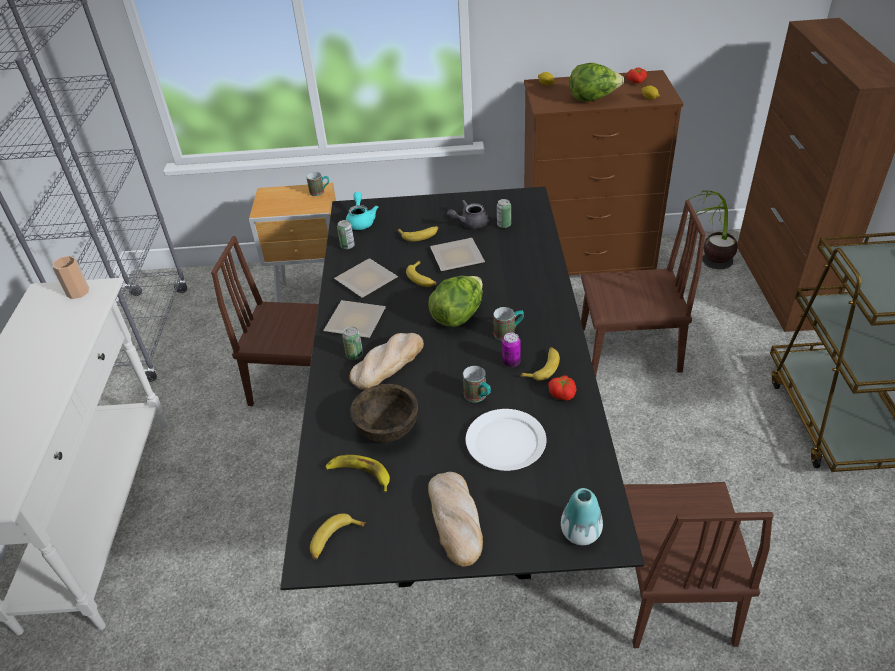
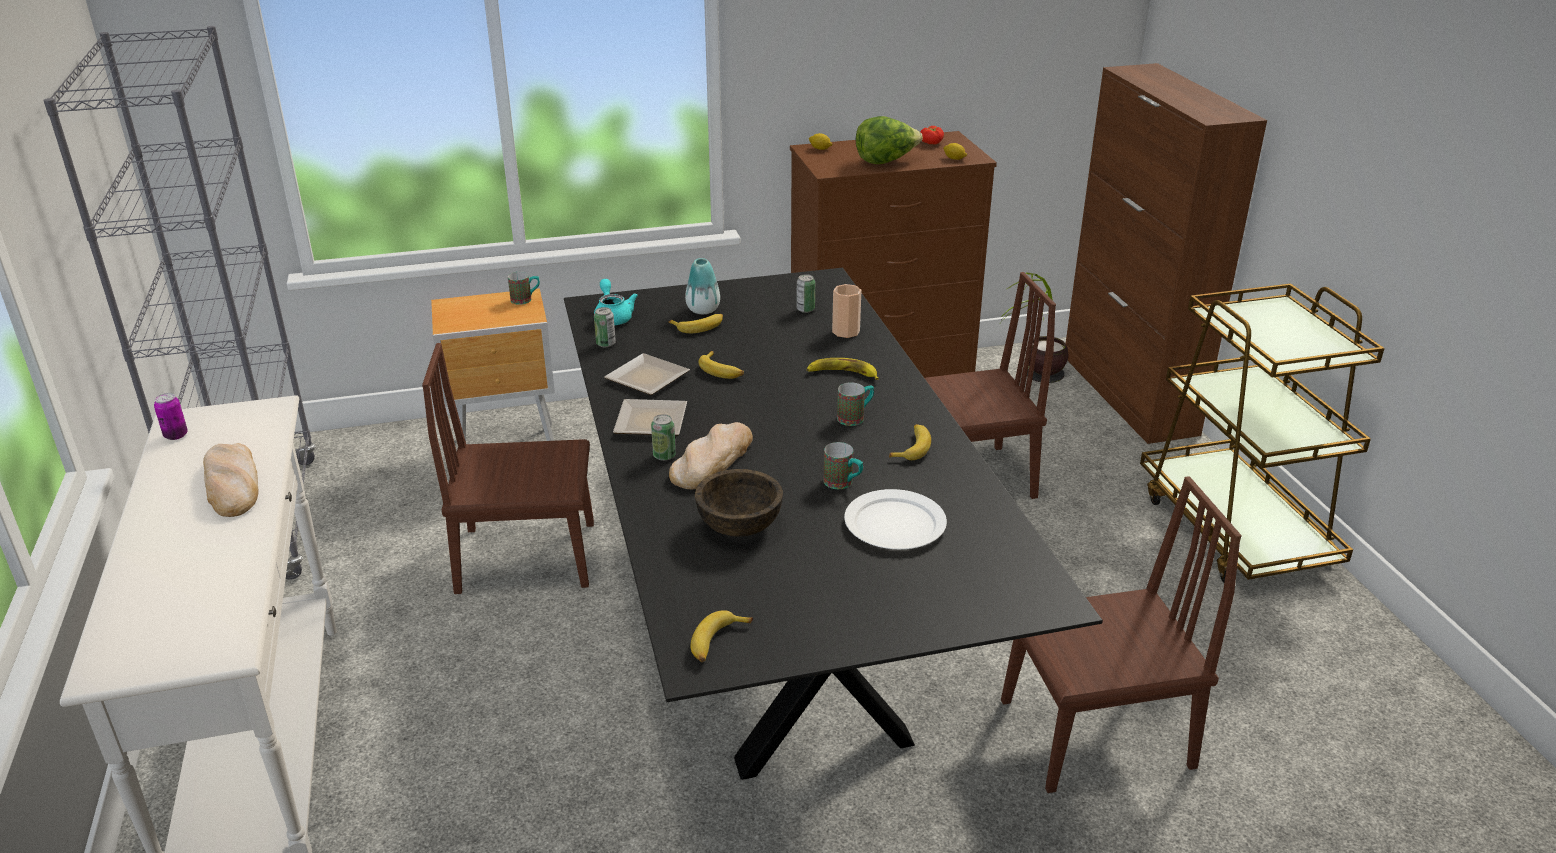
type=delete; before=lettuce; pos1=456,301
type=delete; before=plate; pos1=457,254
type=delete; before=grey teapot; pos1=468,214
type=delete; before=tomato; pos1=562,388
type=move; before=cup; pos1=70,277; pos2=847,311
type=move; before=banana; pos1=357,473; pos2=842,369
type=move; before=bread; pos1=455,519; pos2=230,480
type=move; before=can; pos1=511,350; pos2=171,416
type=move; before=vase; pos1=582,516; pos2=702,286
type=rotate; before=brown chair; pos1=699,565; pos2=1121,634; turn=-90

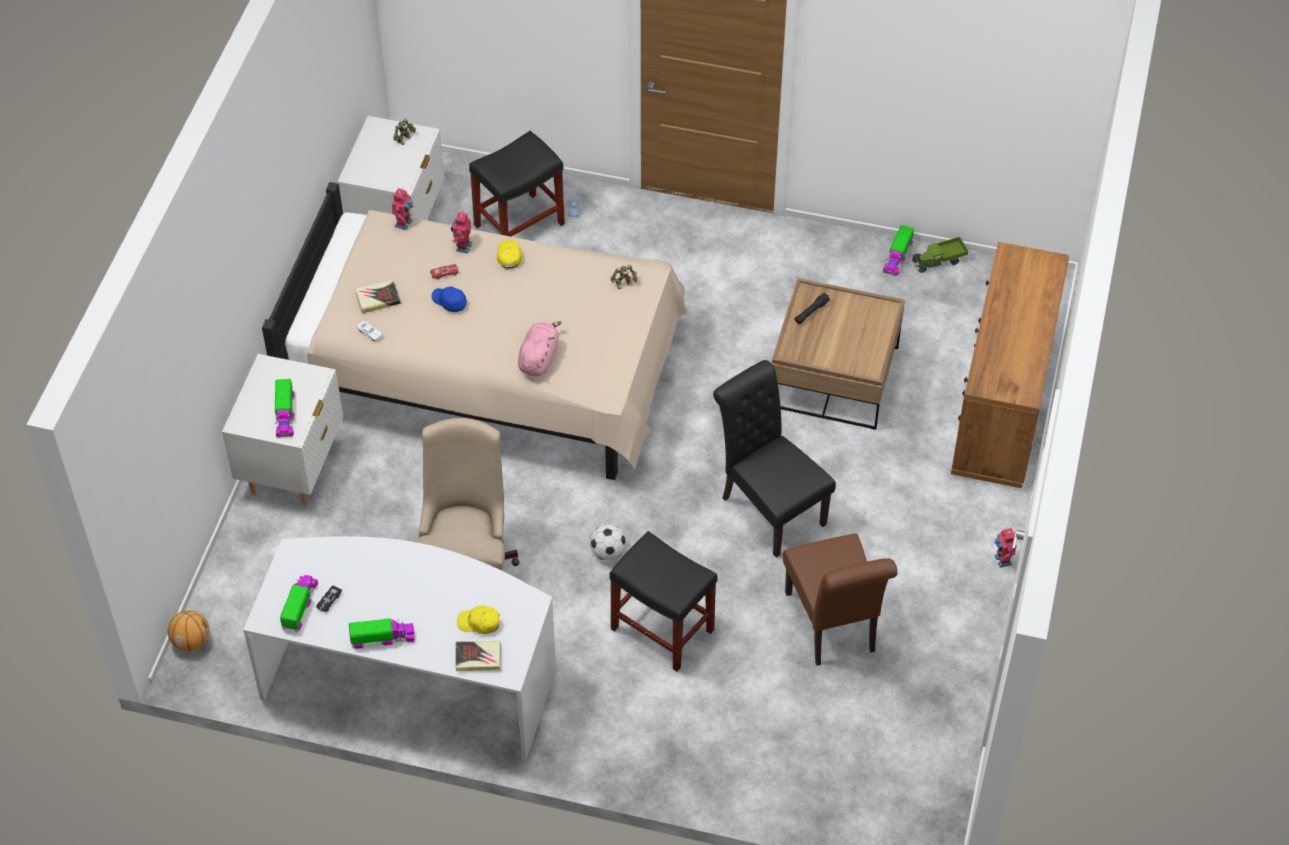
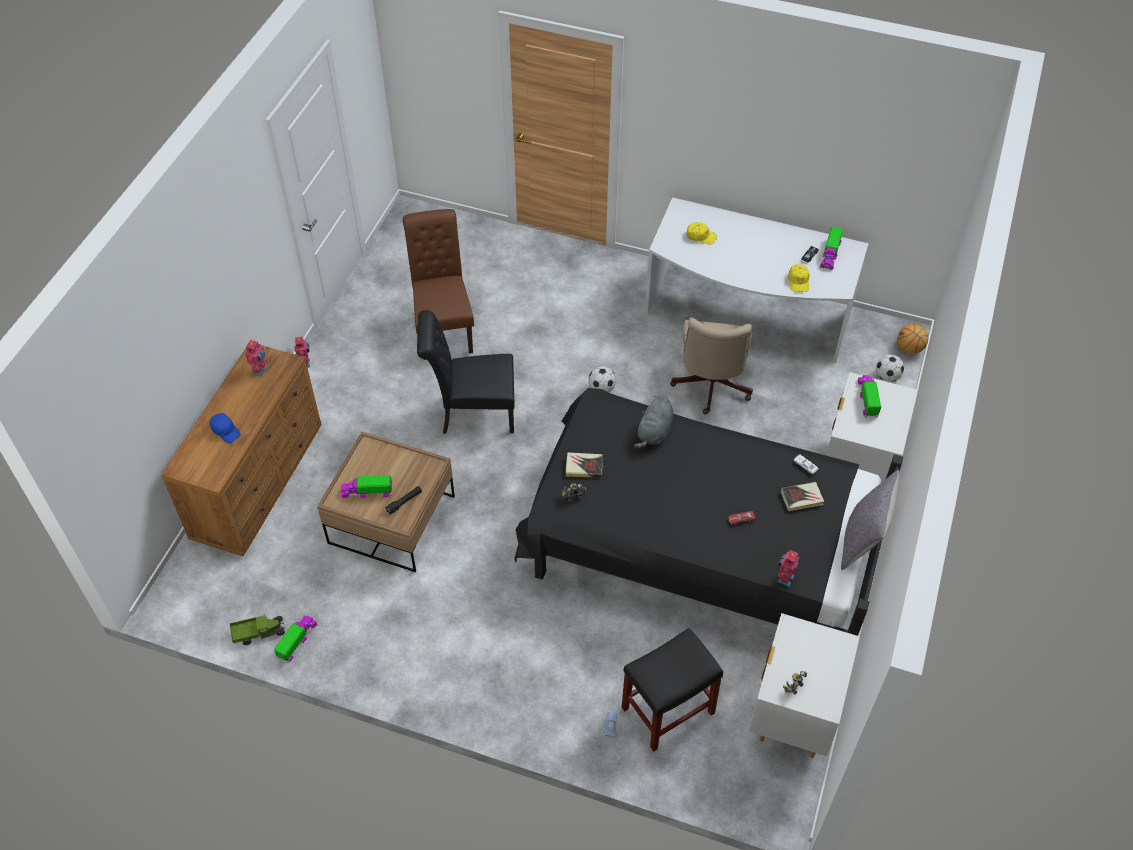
type=delete; before=black stool; pos1=663,601
type=insert; after=grey pillow; pos2=870,520
type=insert; after=football; pos2=890,368
type=move; before=toy truck; pos1=382,633; pos2=366,486
type=move; before=blue cap; pos1=449,299; pos2=225,428
type=move; before=toy robot; pos1=461,232; pos2=256,358
type=move; before=book; pos1=478,656; pos2=584,465
type=move; before=yellow cap; pos1=510,254; pos2=798,278
type=recolor; before=beige bed; after=black bed; pos1=475,331; pos2=708,512
type=recolor; before=pink plush toy; after=grey plush toy; pos1=540,348; pos2=653,421
type=rotate; before=black chair; pos1=774,459; pos2=466,372; turn=120

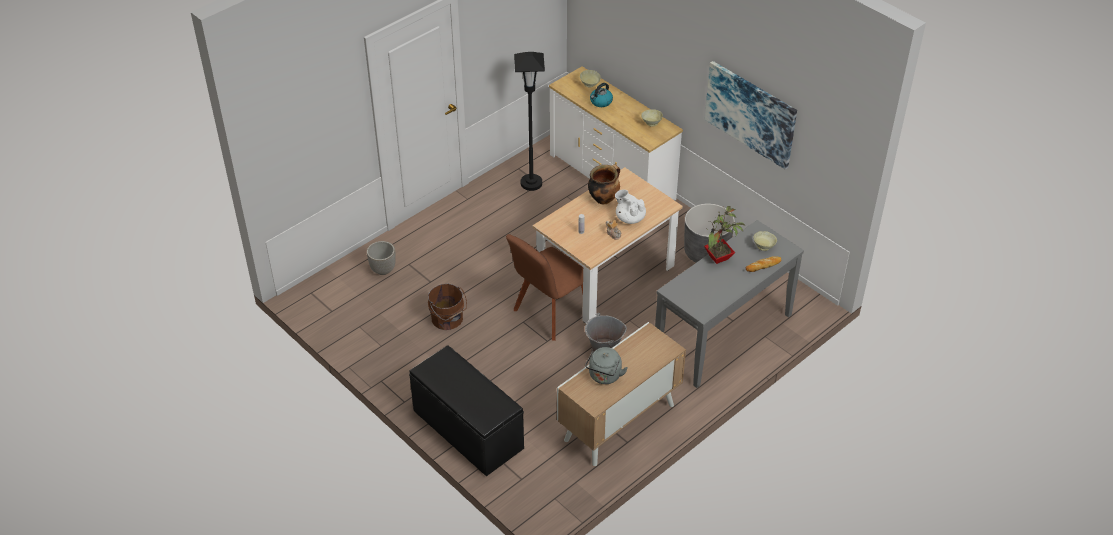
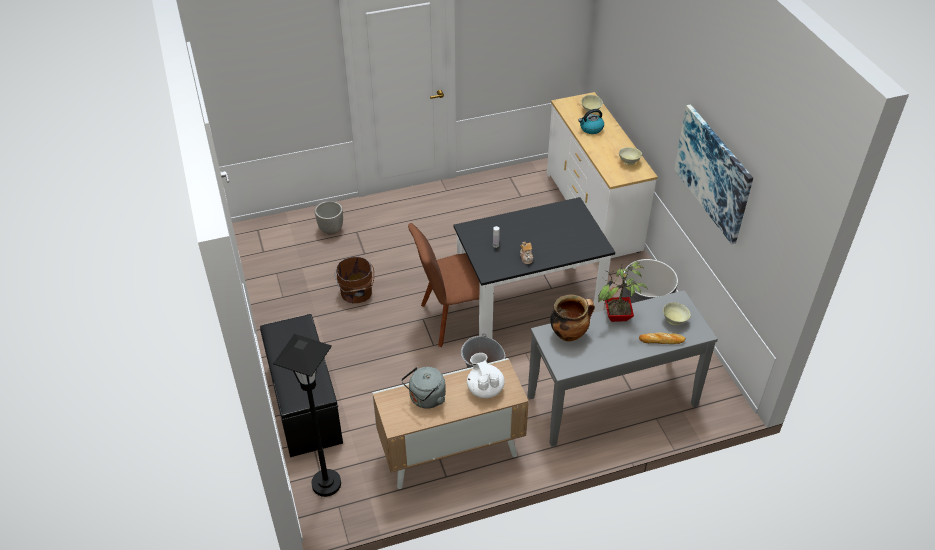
type=move; before=black floor lamp; pos1=529,121; pos2=307,415
type=move; before=cooking pot; pos1=604,184; pos2=572,318
type=move; before=white teapot; pos1=630,207; pos2=486,375
type=recolor; before=beige dining table; after=black dining table; pos1=608,245; pos2=534,268

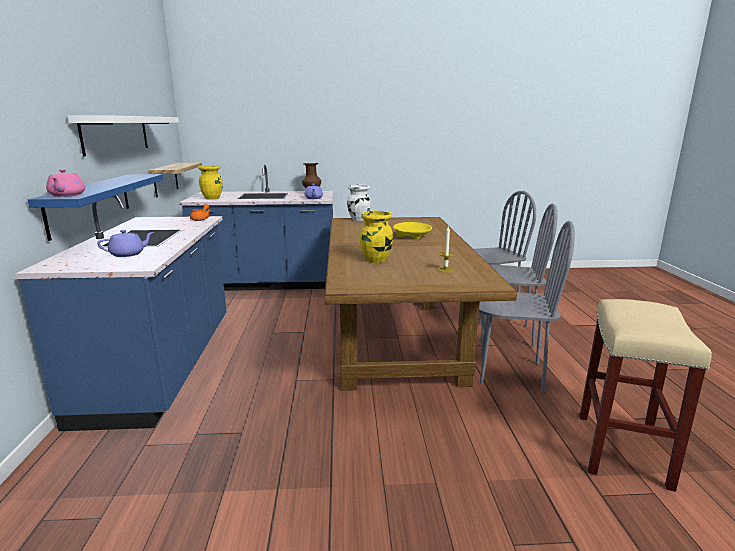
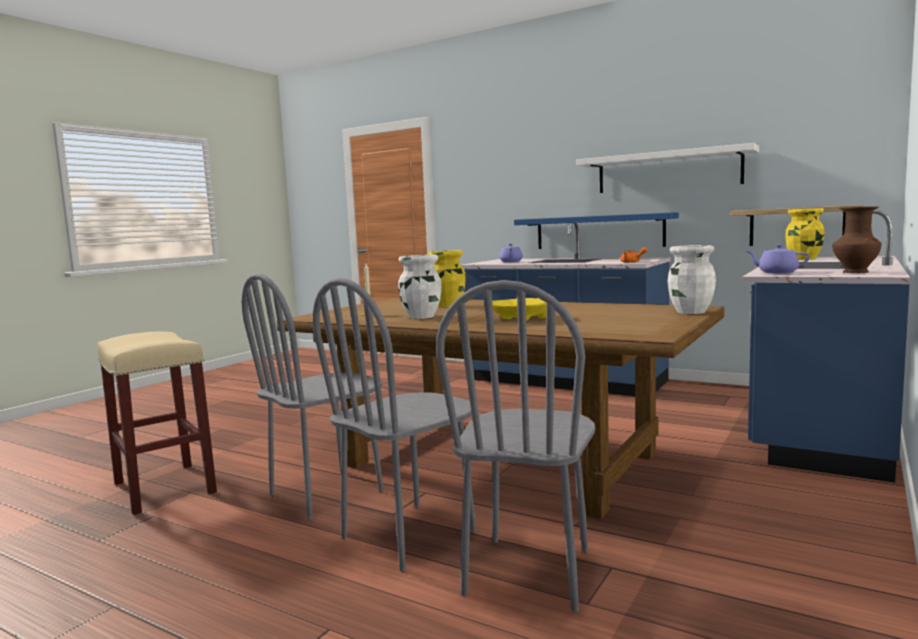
type=delete; before=pink teapot; pos1=65,183
type=insert; after=white vase; pos2=419,287

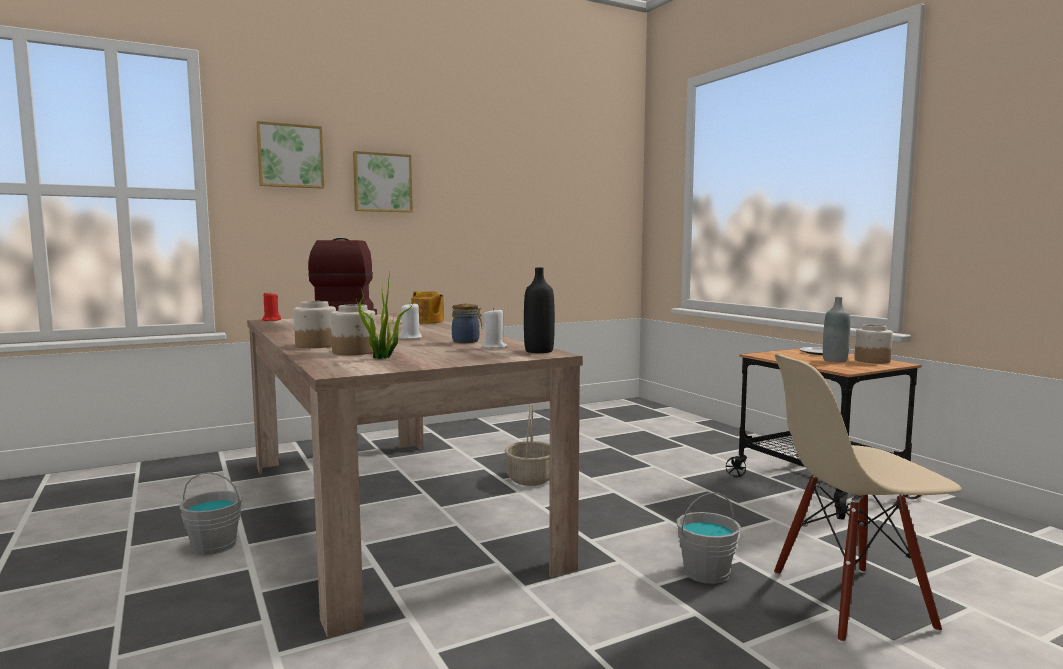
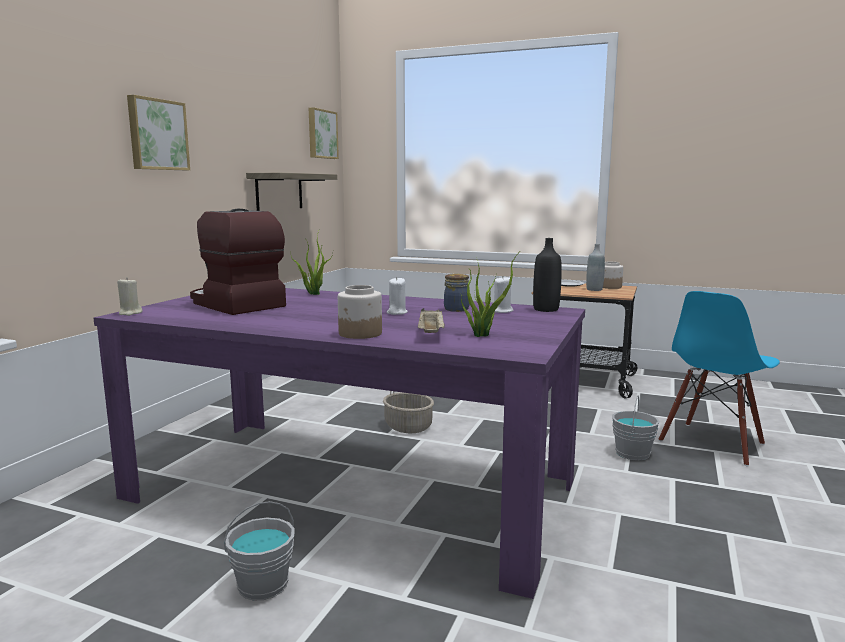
type=insert; after=shelf; pos2=291,192
type=move; before=picture; pos1=290,155; pos2=324,133
type=replace; before=jar; after=beige tray; pos1=353,329; pos2=431,320
type=replace; before=teapot; after=potted plant; pos1=427,307; pos2=312,263
type=recolor; before=beige dining table; after=purple dining table; pos1=415,475; pos2=339,443
type=recolor; before=red candle; after=beige candle; pos1=271,306; pos2=129,296
type=recolor; before=beige chair; after=blue chair; pos1=867,498; pos2=719,378

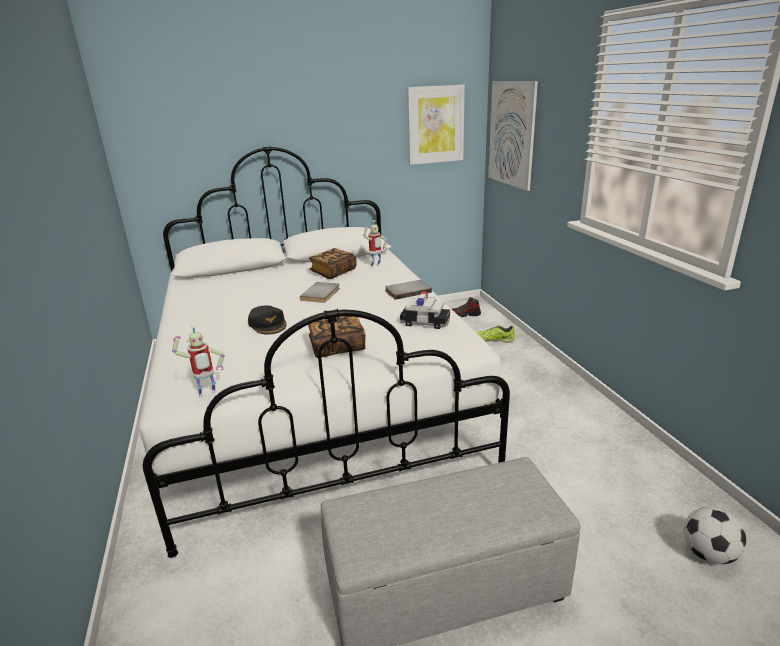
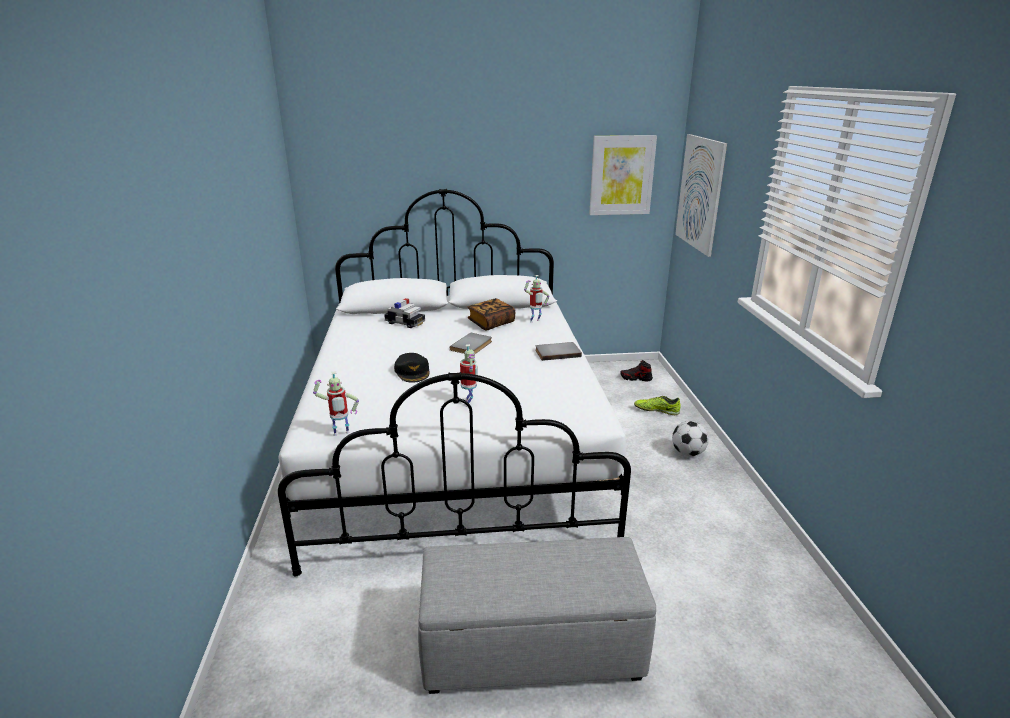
type=move; before=toy car; pos1=425,310; pos2=404,313
type=move; before=football; pos1=715,536; pos2=690,438
type=replace; before=book; after=toy robot; pos1=337,337; pos2=469,375

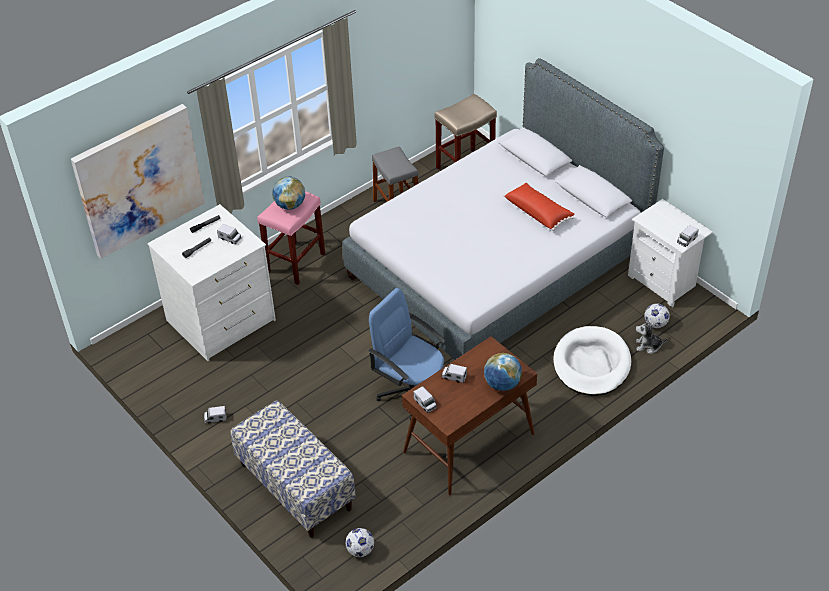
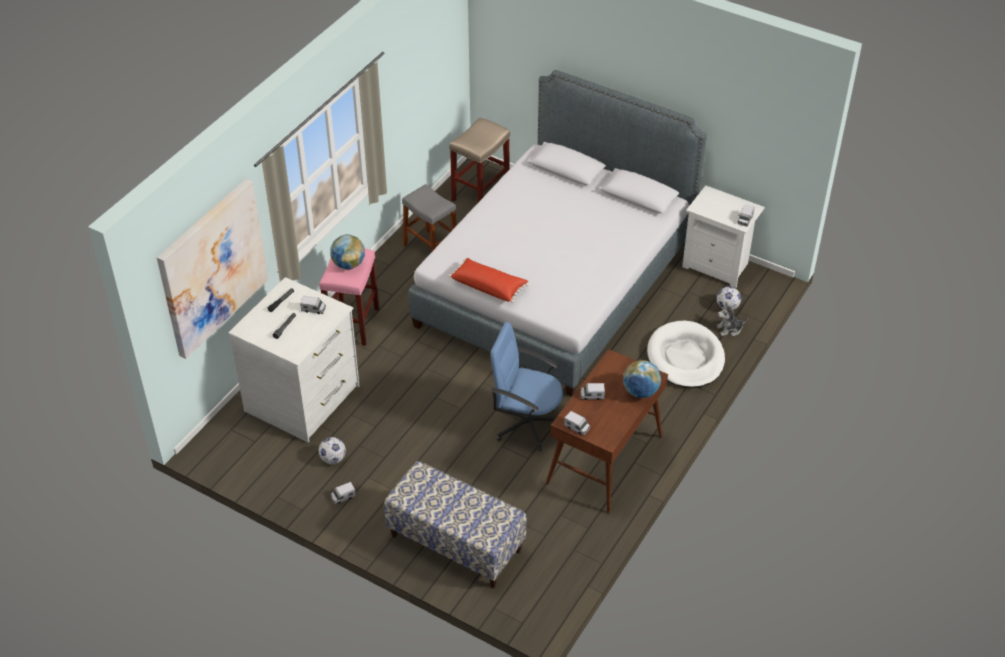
type=move; before=football; pos1=360,542; pos2=332,450
type=move; before=red pillow; pos1=539,207; pos2=489,280

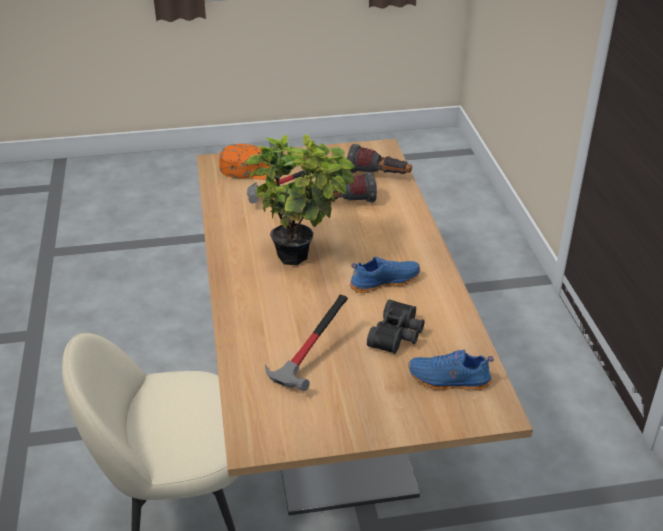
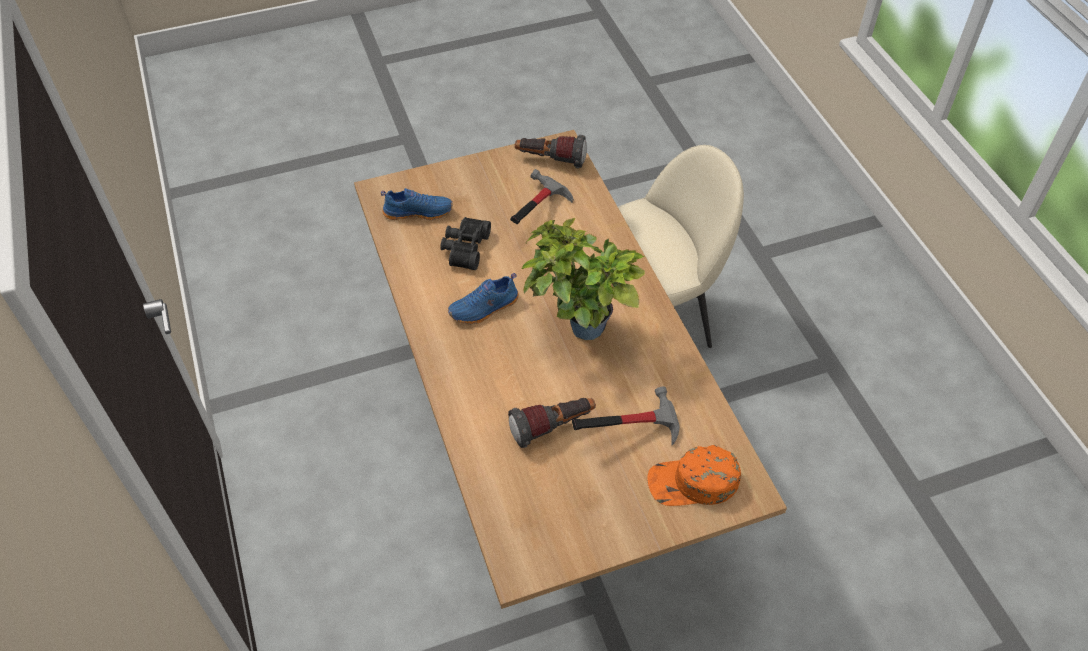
type=move; before=flashlight; pos1=379,159; pos2=551,151

